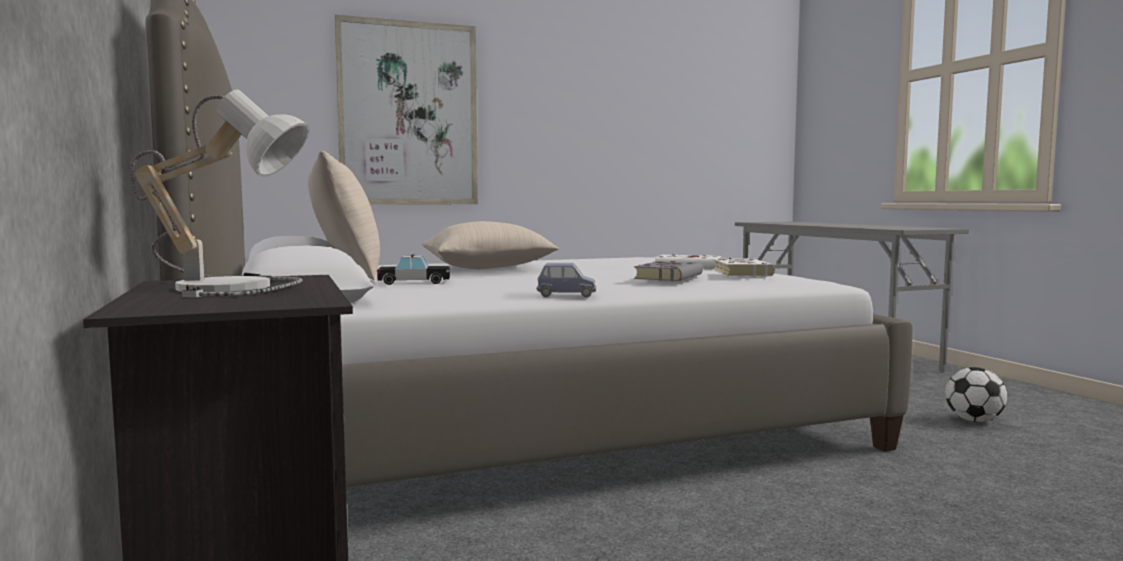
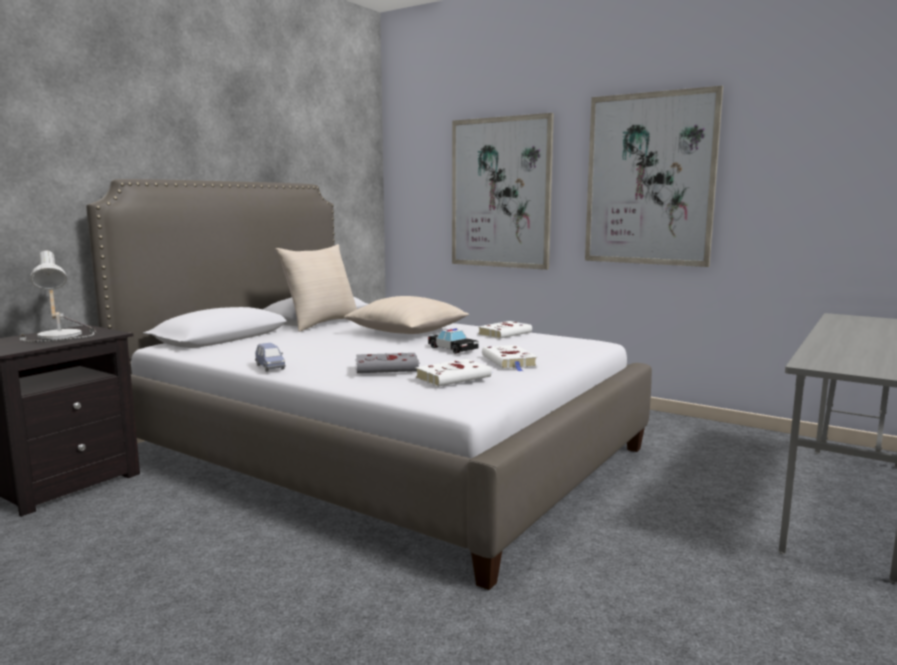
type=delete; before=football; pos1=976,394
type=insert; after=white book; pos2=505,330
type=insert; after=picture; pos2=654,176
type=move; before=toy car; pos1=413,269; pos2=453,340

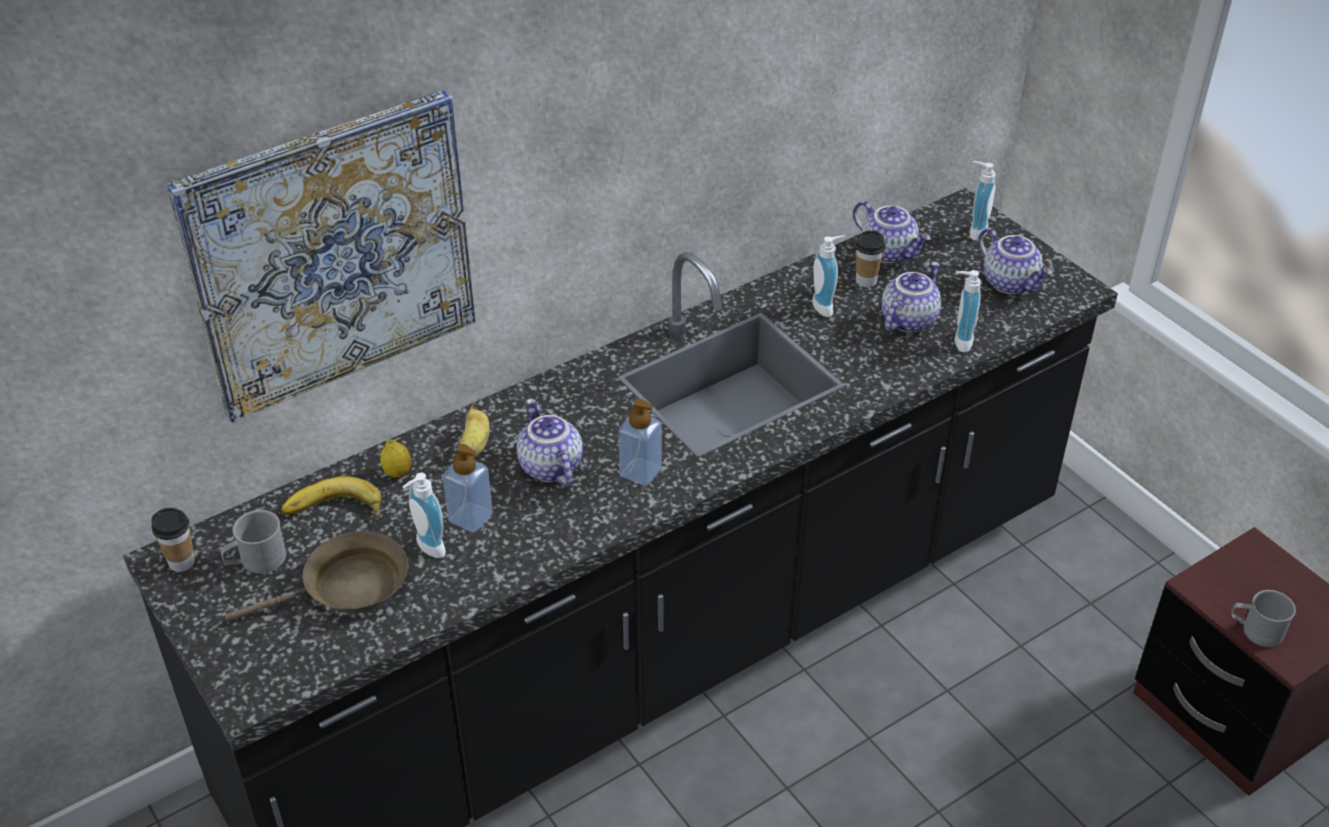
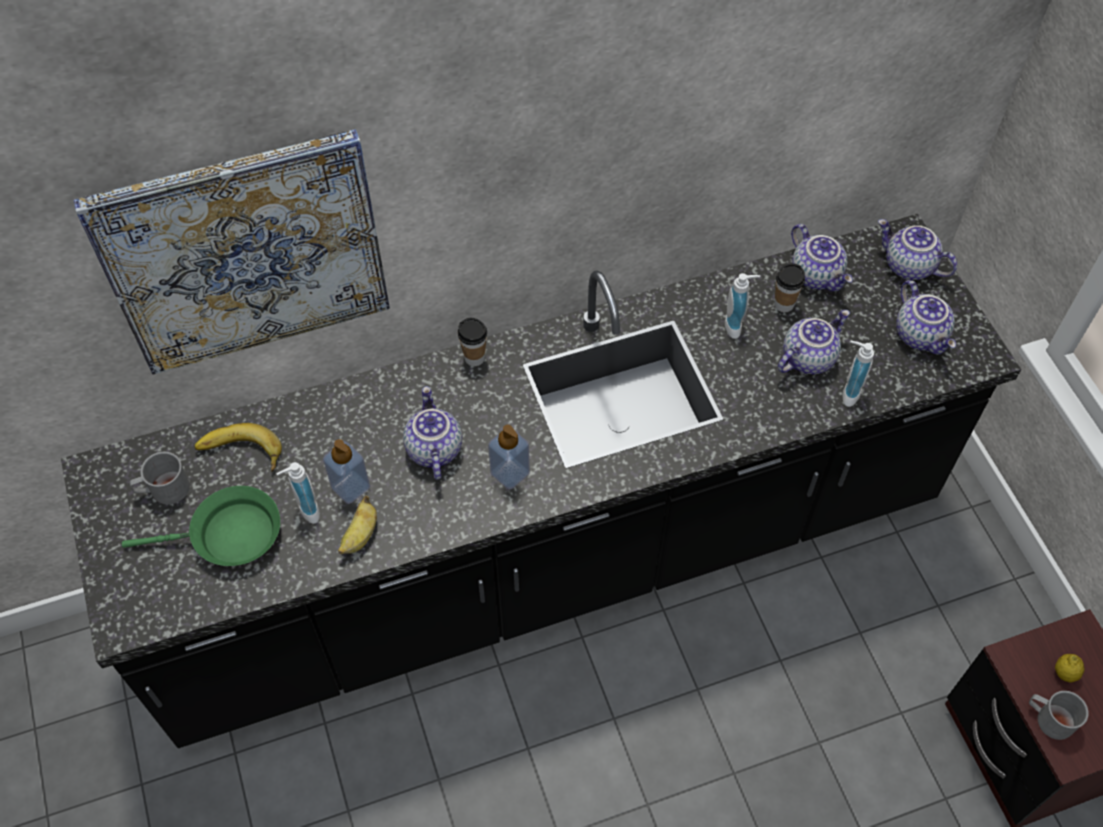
type=move; before=cup; pos1=173,540; pos2=472,342
type=move; before=lemon; pos1=396,458; pos2=1069,668
type=move; before=banana; pos1=475,429; pos2=357,524
type=replace; before=soap dispenser; after=teapot; pos1=982,200; pos2=917,249
type=recolor; before=brown frying pan; after=green frying pan; pos1=316,576; pos2=201,526

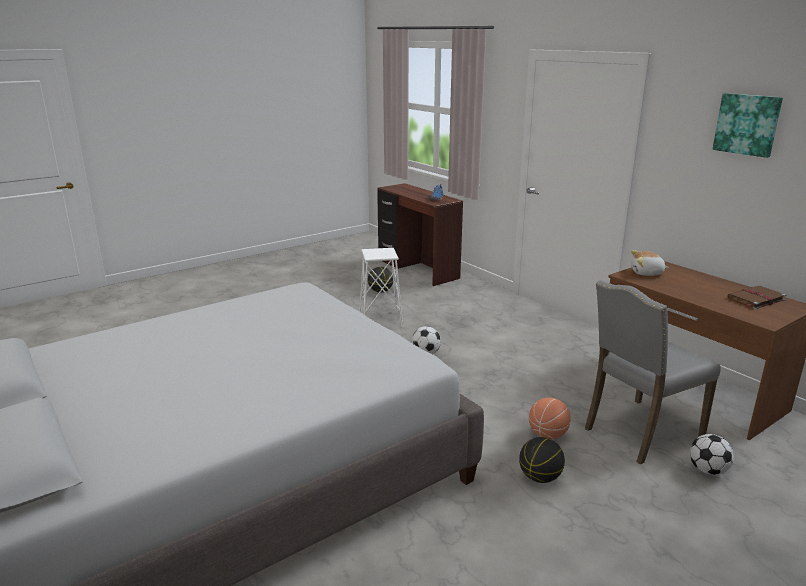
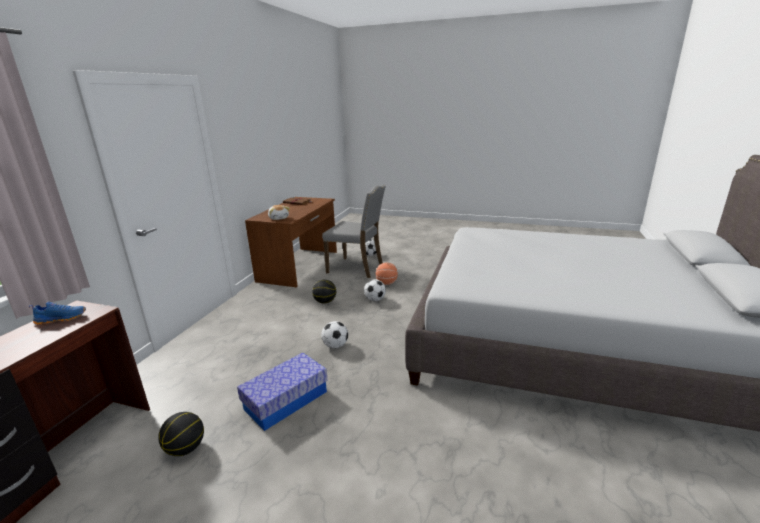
type=delete; before=picture; pos1=747,125
type=insert; after=football; pos2=375,290
type=move; before=basketball; pos1=542,460; pos2=324,292
type=replace; before=white stool; after=storage box; pos1=381,287; pos2=282,391

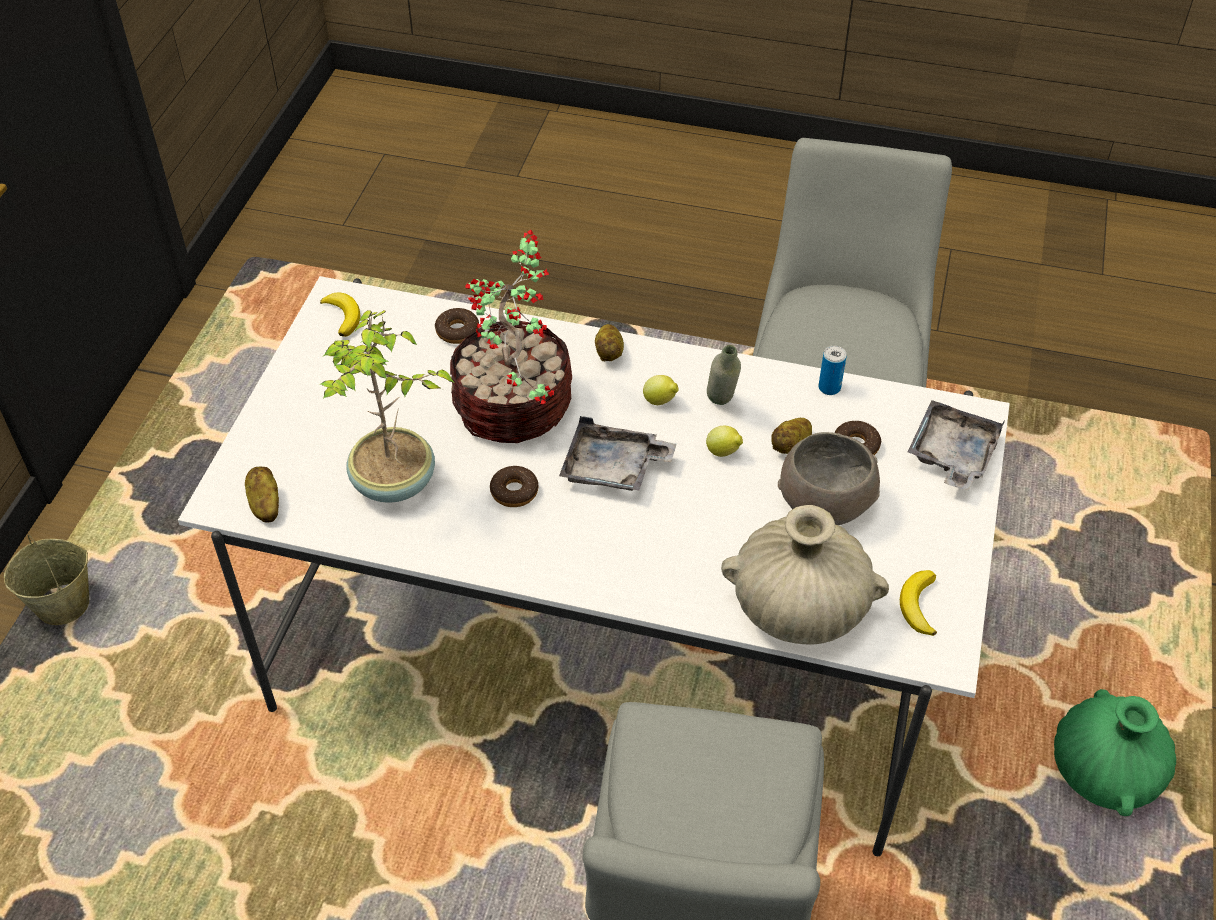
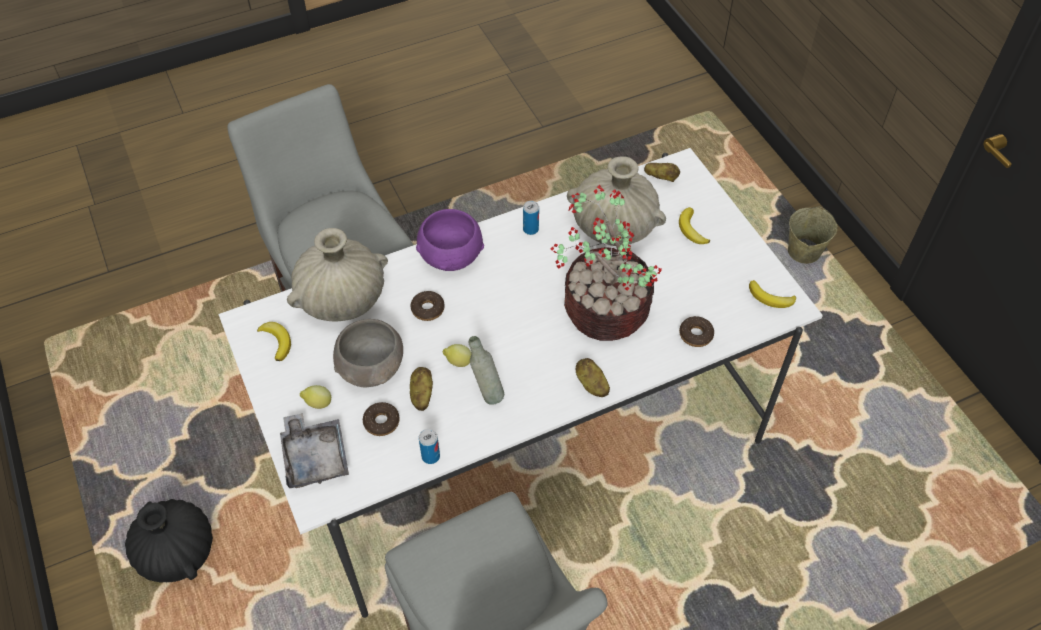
type=delete; before=grey tray; pos1=618,453
type=insert; after=purple bowl; pos2=450,240
type=insert; after=can; pos2=531,218
type=insert; after=banana; pos2=694,225
type=move; before=donut; pos1=514,486; pos2=428,306
type=move; before=lemon; pos1=660,390; pos2=315,397
type=replace; before=potted plant; after=beige vase; pos1=388,406; pos2=616,201
type=recolor; before=green vase; after=black vase; pos1=1115,752; pos2=169,540

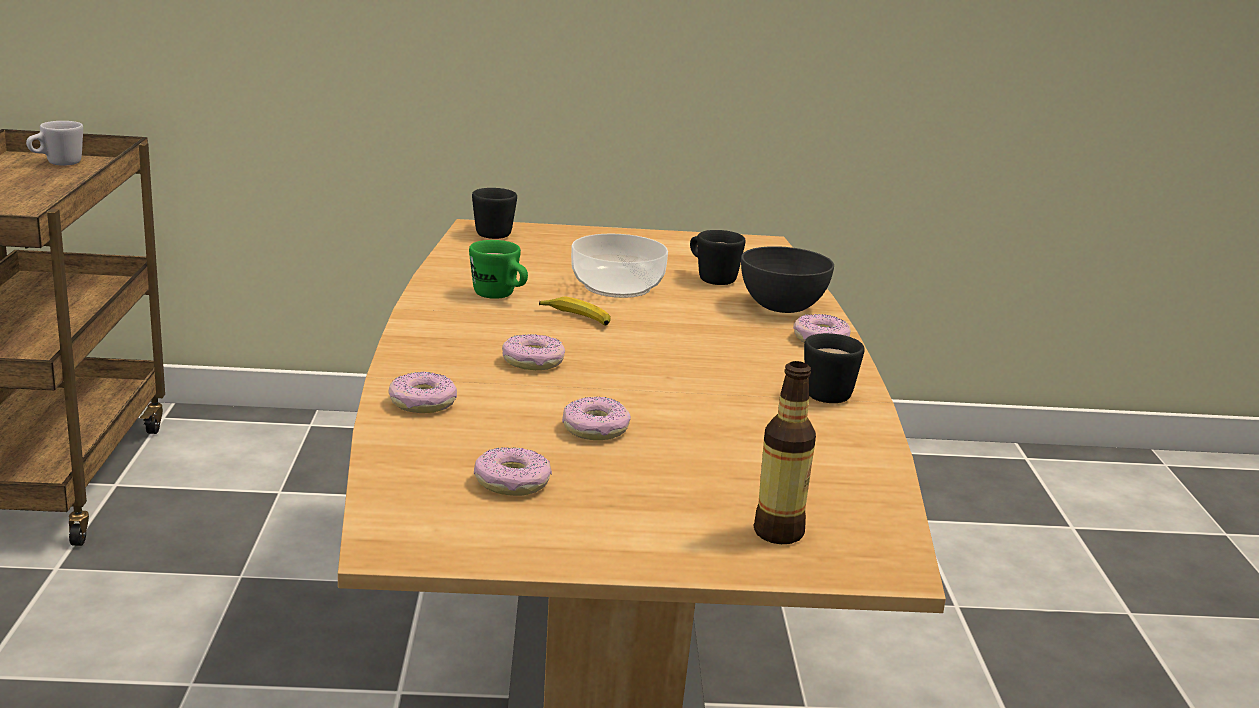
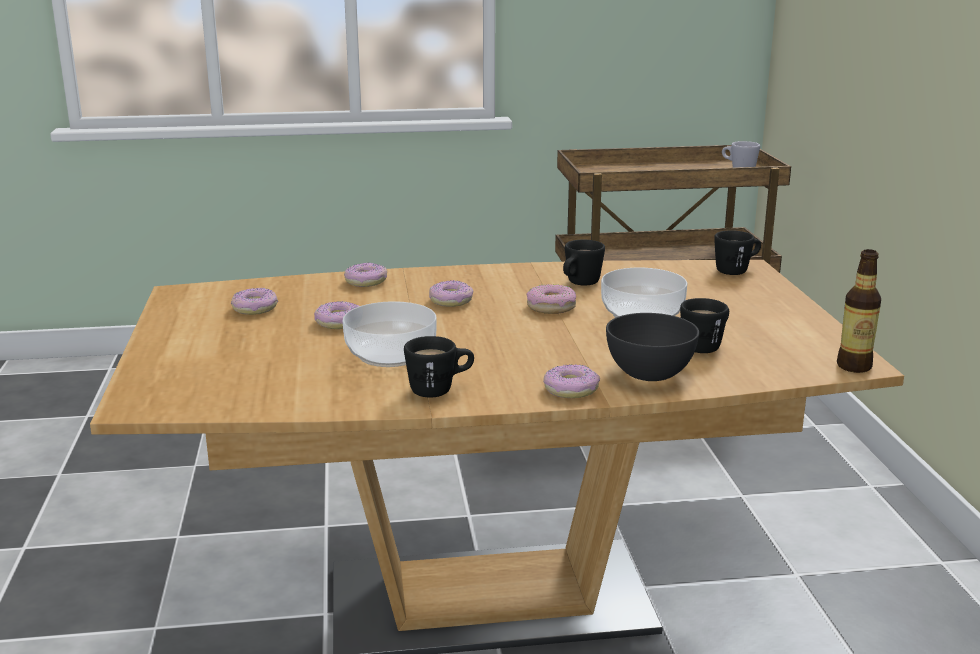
type=insert; after=bowl; pos2=390,334
type=move; before=bottle; pos1=785,452; pos2=859,311
type=replace; before=banana; after=donut; pos1=575,311; pos2=551,299
type=recolor; before=green mug; after=black mug; pos1=498,269; pos2=584,262

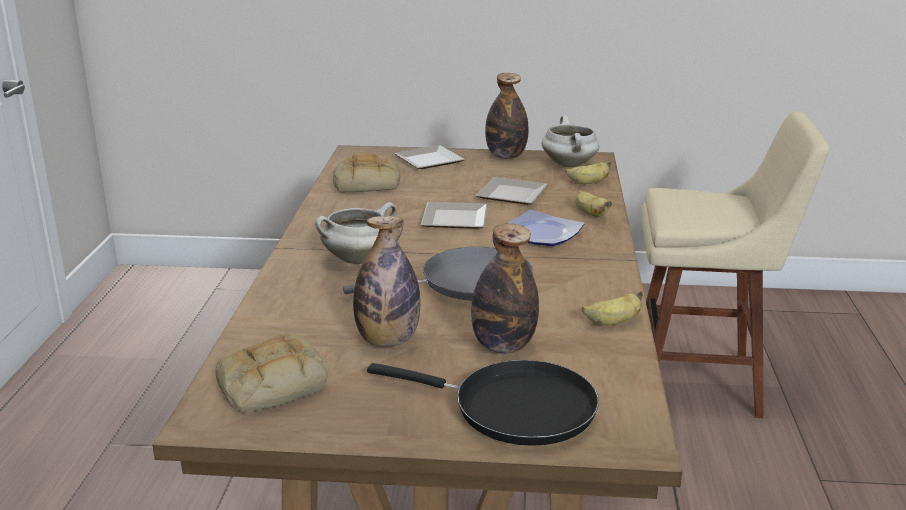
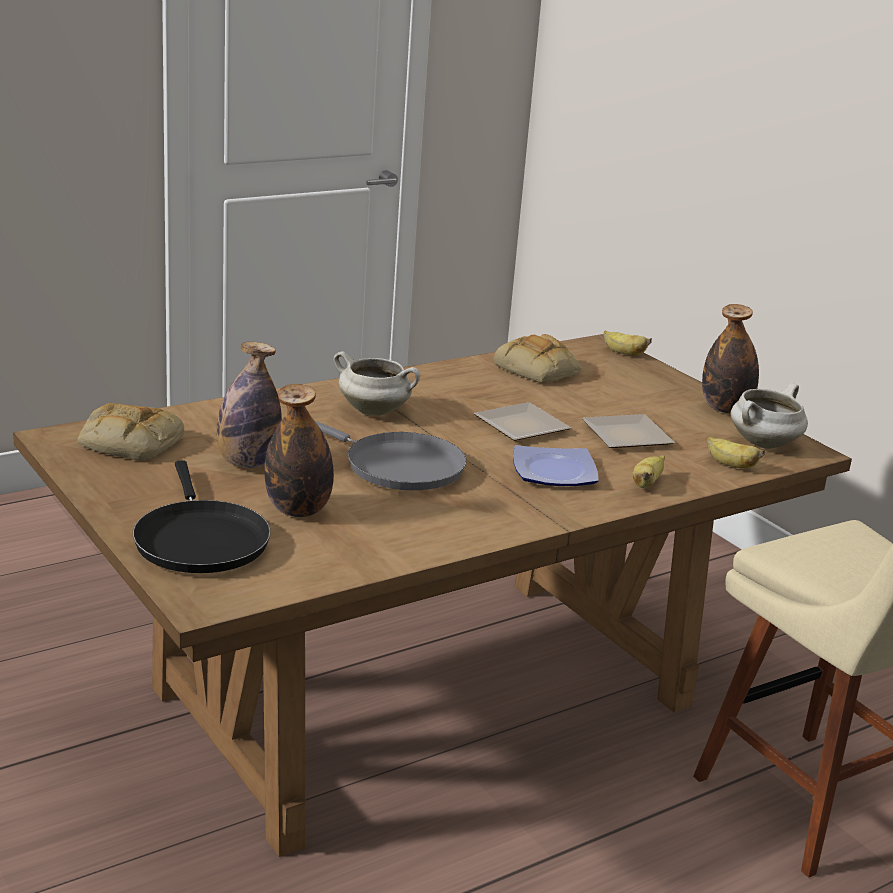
type=delete; before=plate; pos1=429,157
type=move; before=banana; pos1=612,308; pos2=628,343

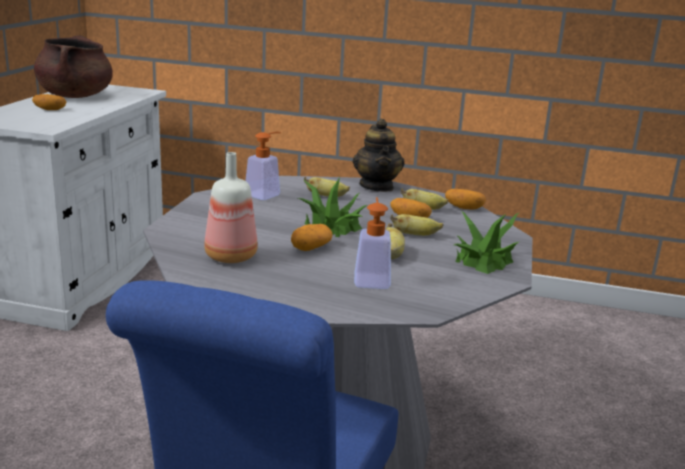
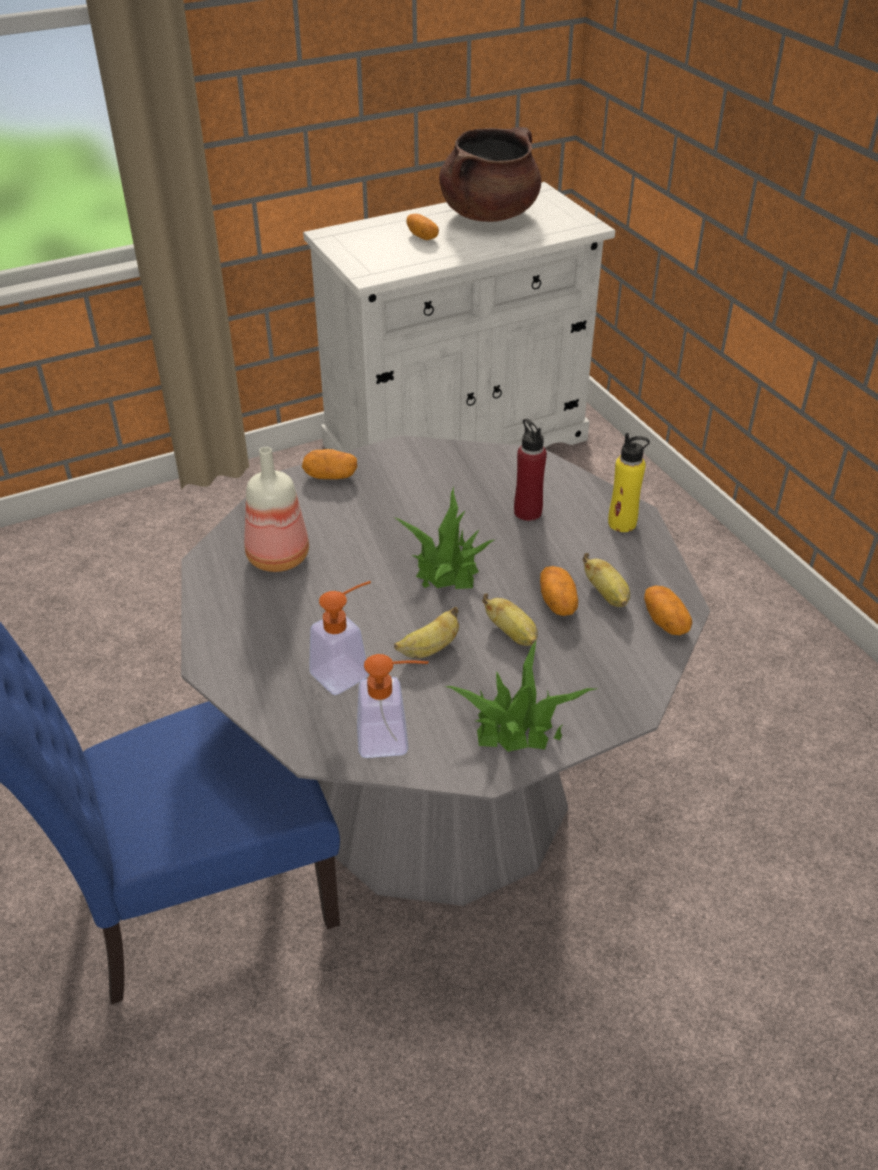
type=move; before=soap dispenser; pos1=263,166; pos2=393,706
type=move; before=potato; pos1=312,237; pos2=329,464
type=replace; before=banana; after=red bottle; pos1=327,187; pos2=530,469
type=replace; before=teapot; after=yellow bottle; pos1=378,155; pos2=629,482

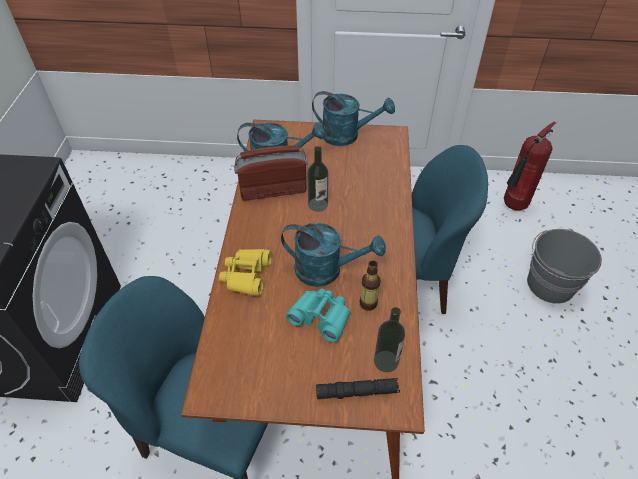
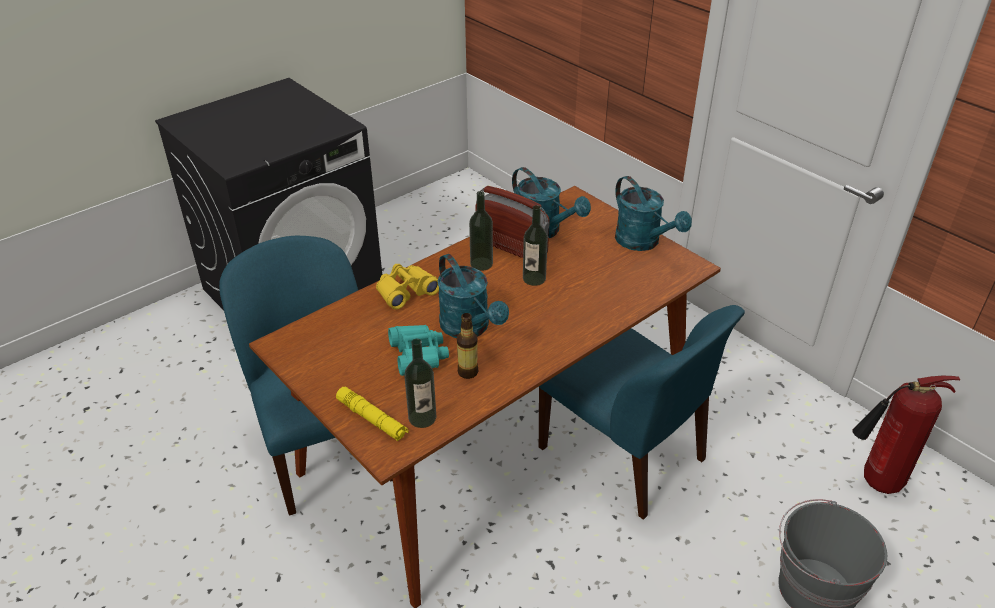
type=insert; after=bottle; pos2=481,231
type=recolor; before=black flashlight; after=yellow flashlight; pos1=358,388; pos2=372,414

